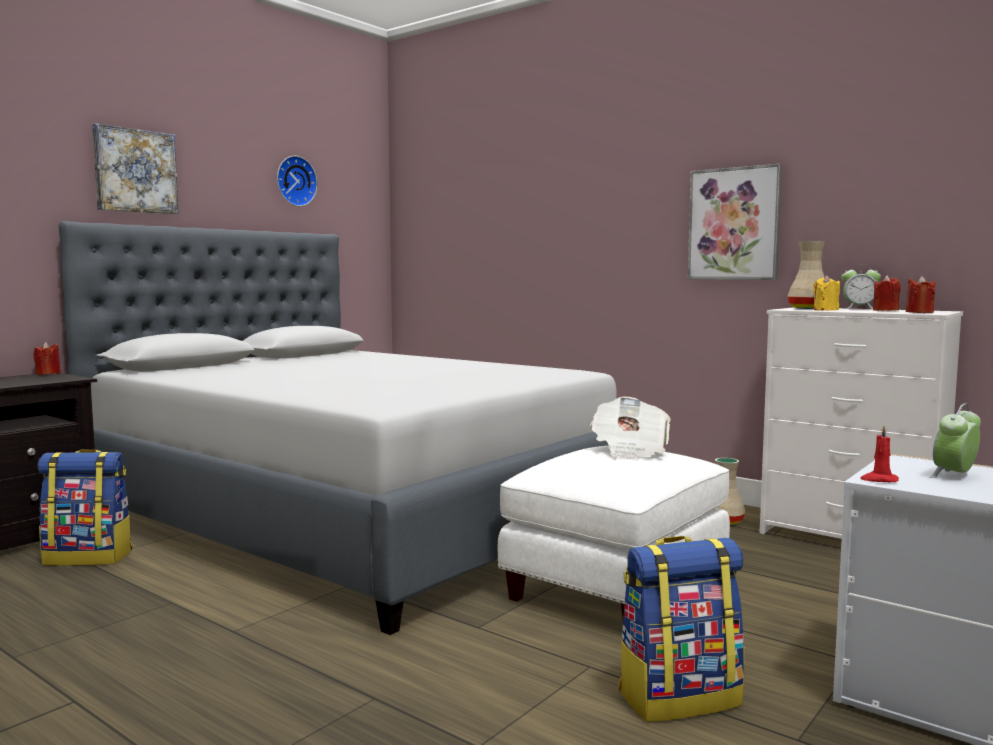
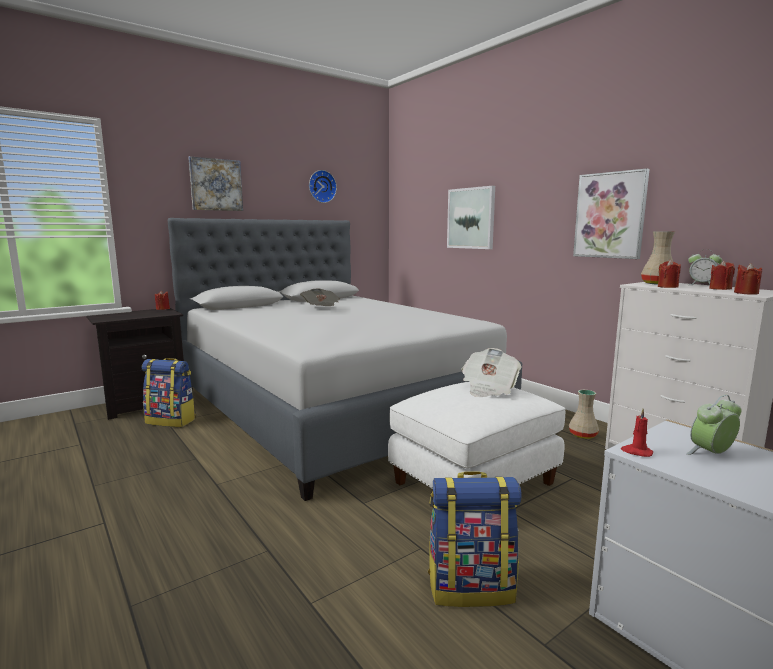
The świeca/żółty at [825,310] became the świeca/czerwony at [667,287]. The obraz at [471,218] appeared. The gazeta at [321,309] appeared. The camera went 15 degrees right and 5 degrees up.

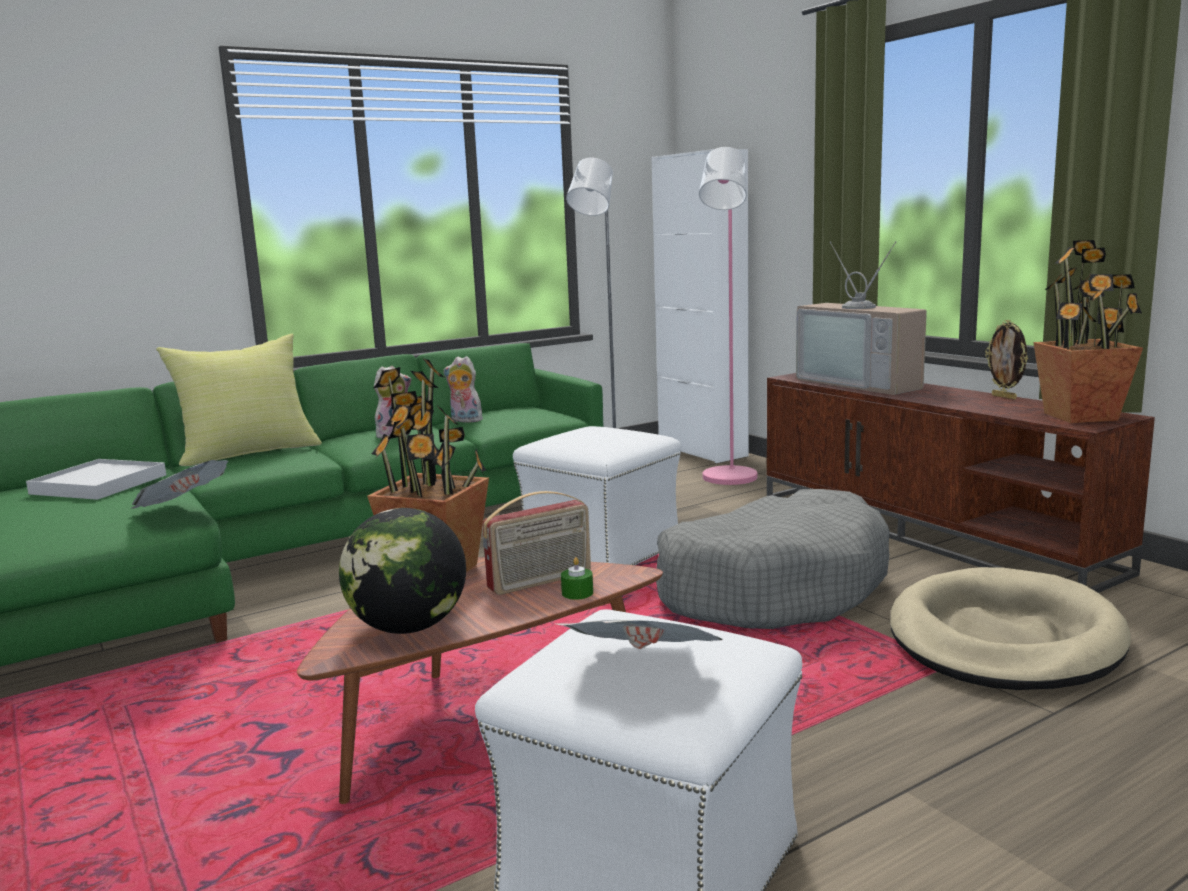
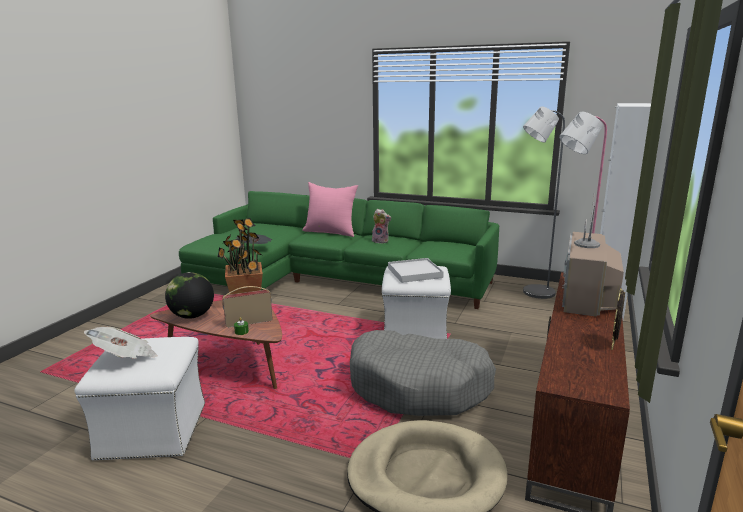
The roślina doniczkowa at [1081,417] disappeared. The poduszka/żółty at [249,452] became the poduszka/różowy at [331,232]. The pluszak at [464,421] disappeared. The taca/biały moved from [99,484] to [415,273]. The radio at [541,582] turned 135 degrees clockwise. The camera went 55 degrees right and 5 degrees up.

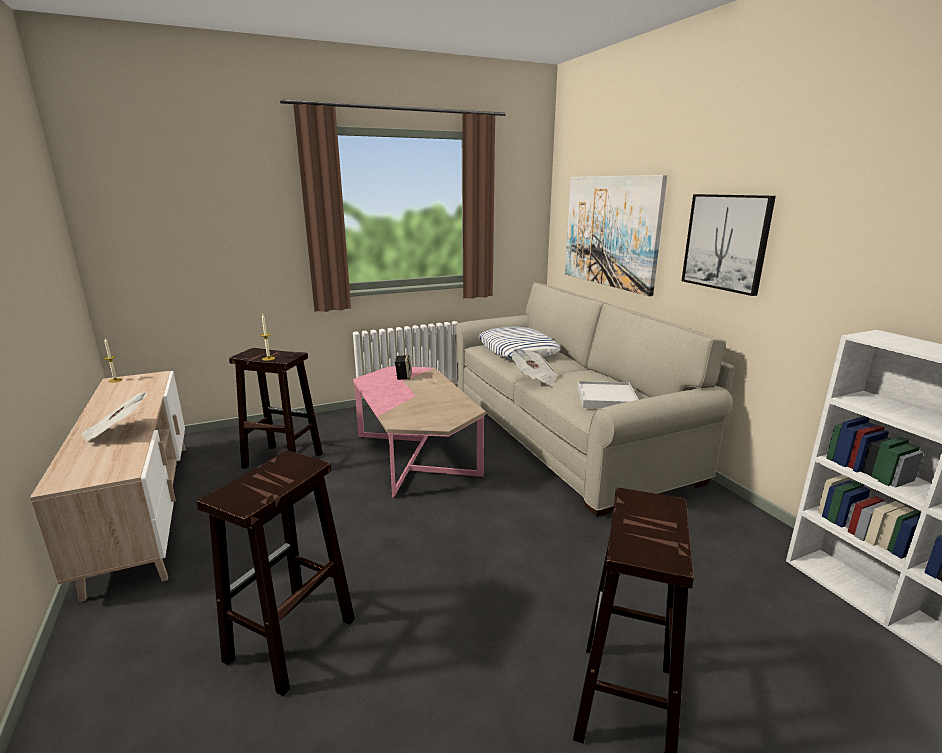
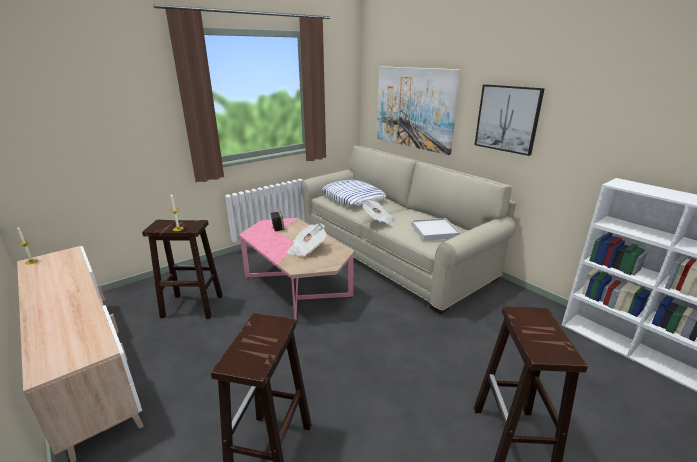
The gazeta moved from [117,432] to [307,249]. The camera went 15 degrees left and 5 degrees up.

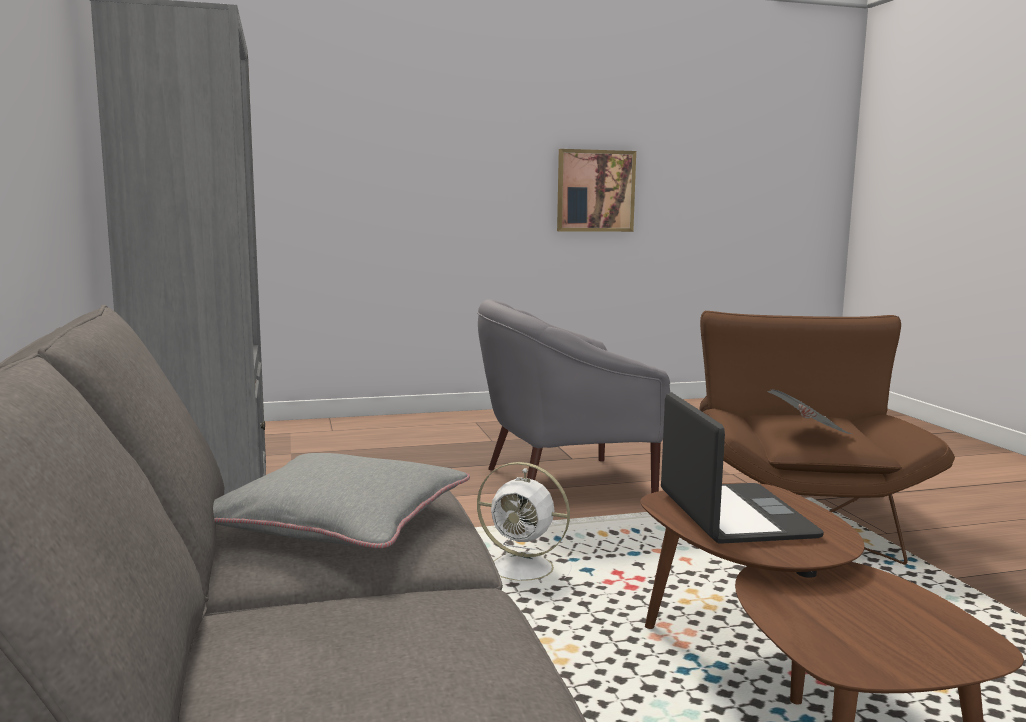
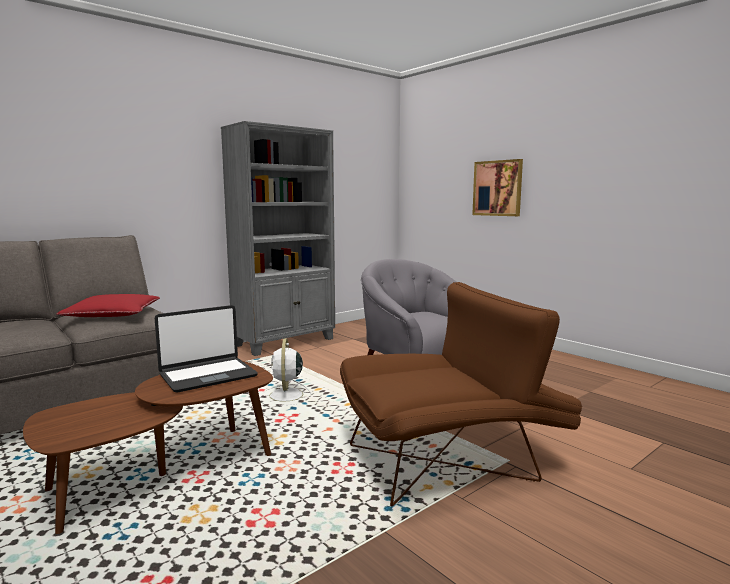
The obraz moved from [595,191] to [497,188]. The gazeta at [808,433] disappeared. The poduszka/szary at [340,519] became the poduszka/czerwony at [113,314]. The camera went 65 degrees right and 0 degrees up.

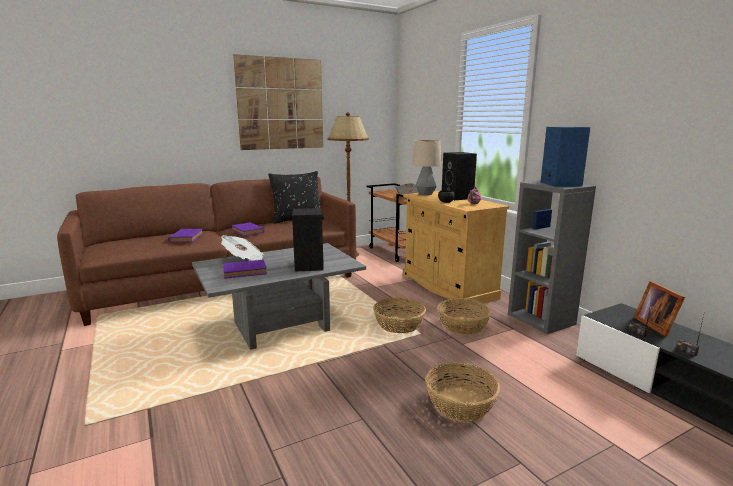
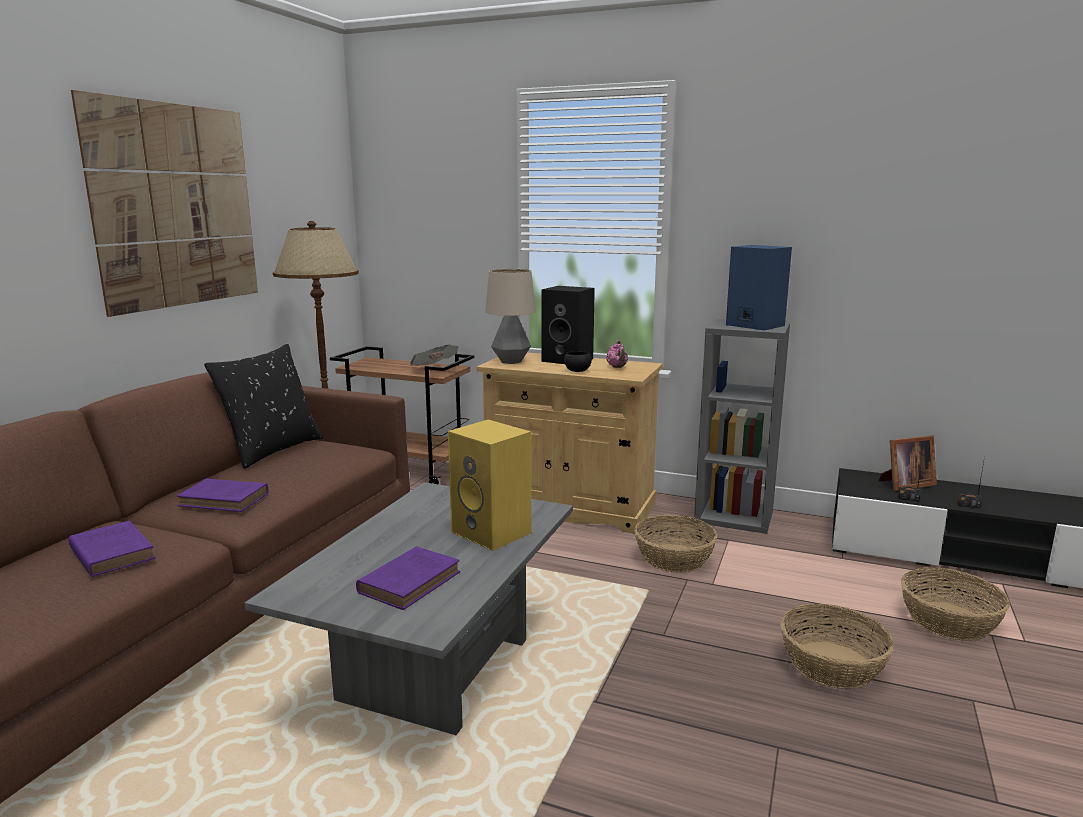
The głośnik/czarny at [310,266] became the głośnik/żółty at [493,532]. The gazeta at [244,260] disappeared. The ramka na zdjęcie at [656,325] turned 60 degrees counterclockwise. The koszyk moved from [399,325] to [949,621]. The camera went 40 degrees left and 0 degrees up.

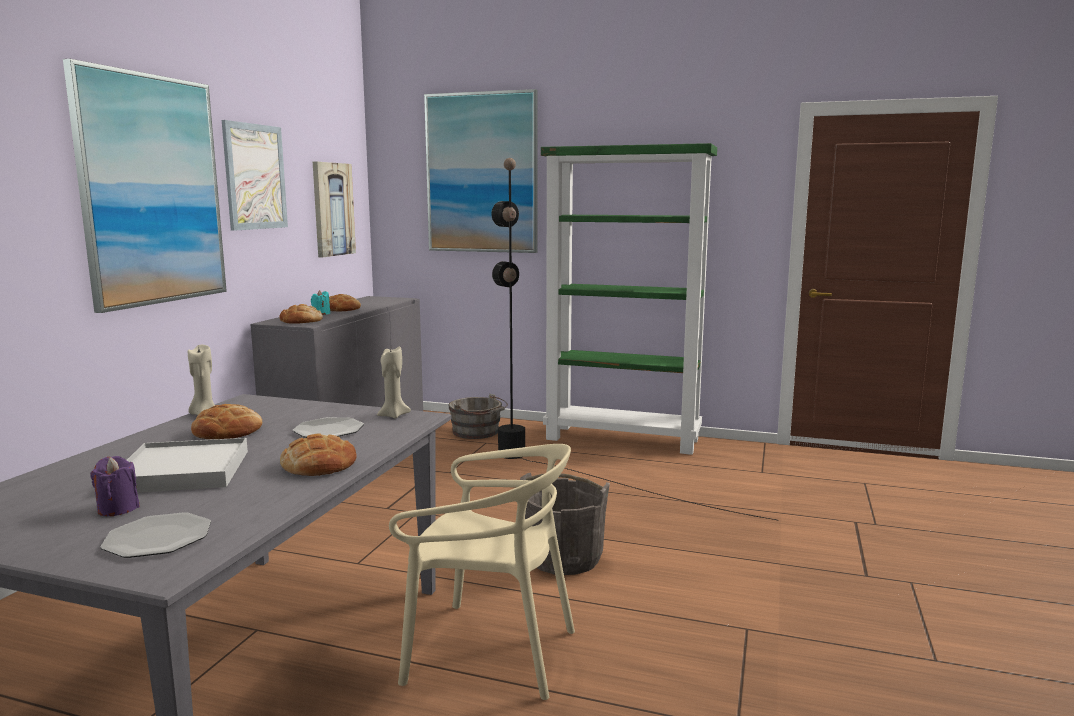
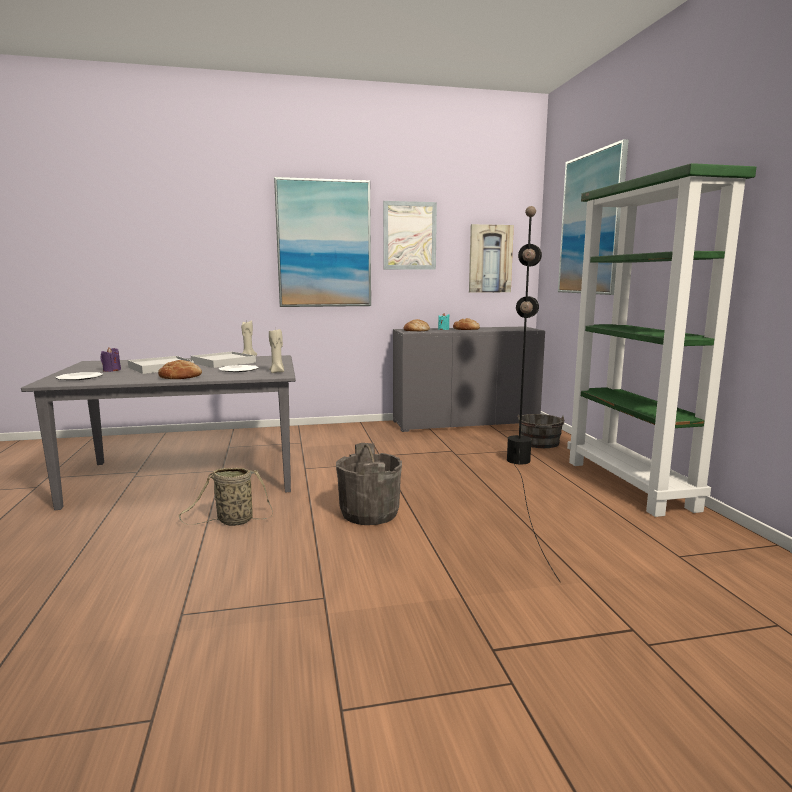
The chleb at [228,431] was replaced by the taca/biały at [223,362]. The krzesło/beżowy at [490,652] was replaced by the koszyk at [232,521]. The camera went 60 degrees right and 0 degrees up.

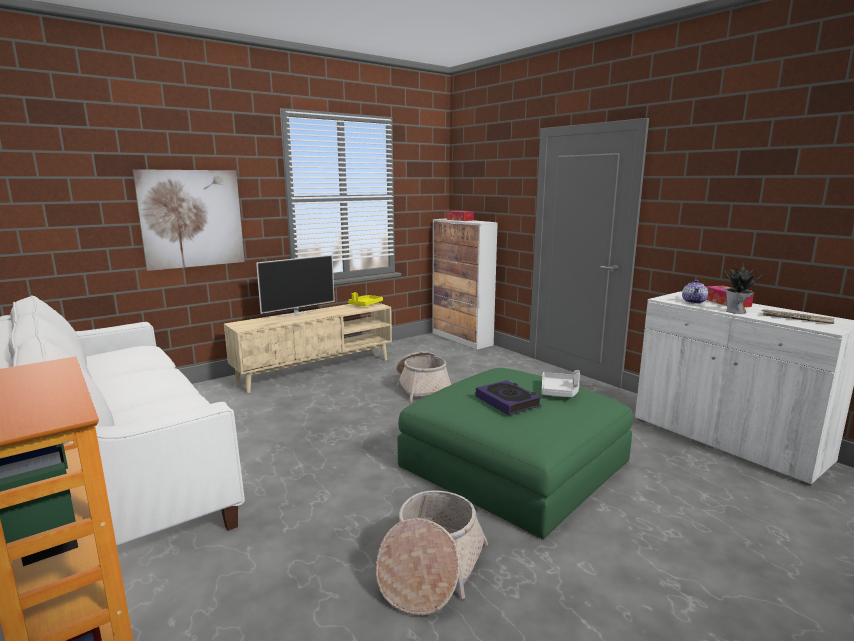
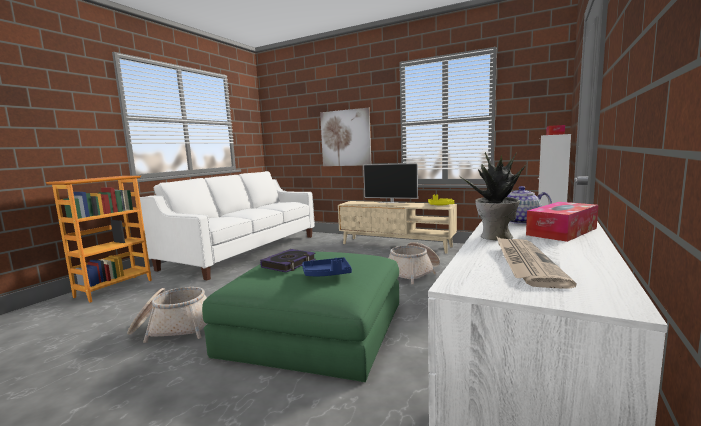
The taca/szary at [560,391] became the taca/niebieski at [327,274]. The camera went 65 degrees right and 5 degrees down.

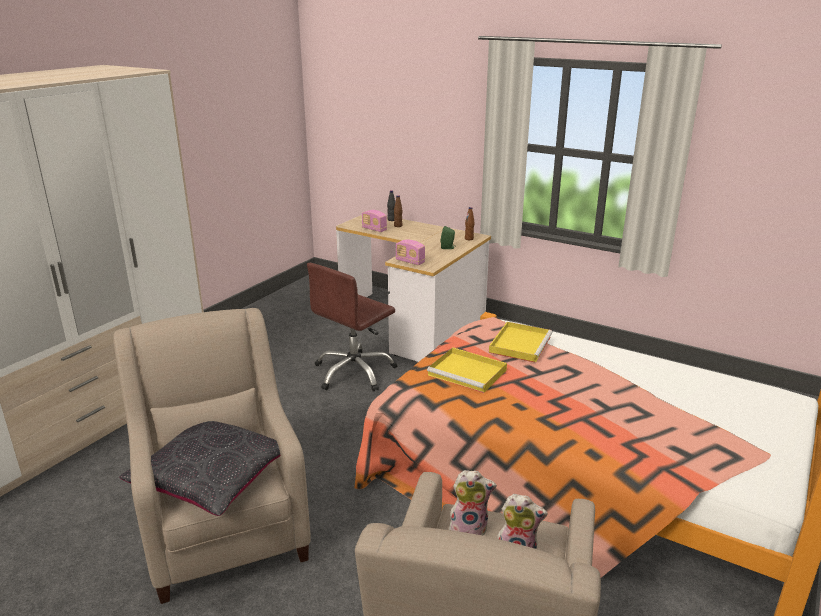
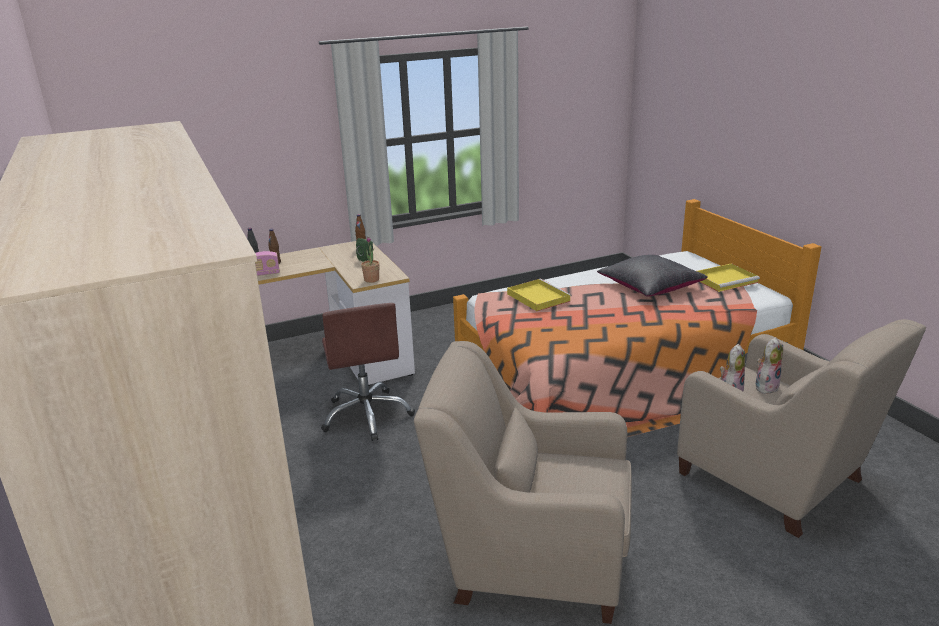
The radio at [410,262] was replaced by the roślina doniczkowa at [371,280]. The taca/żółty moved from [468,373] to [725,280]. The poduszka/czarny moved from [211,479] to [650,287]. The camera went 55 degrees left and 0 degrees up.

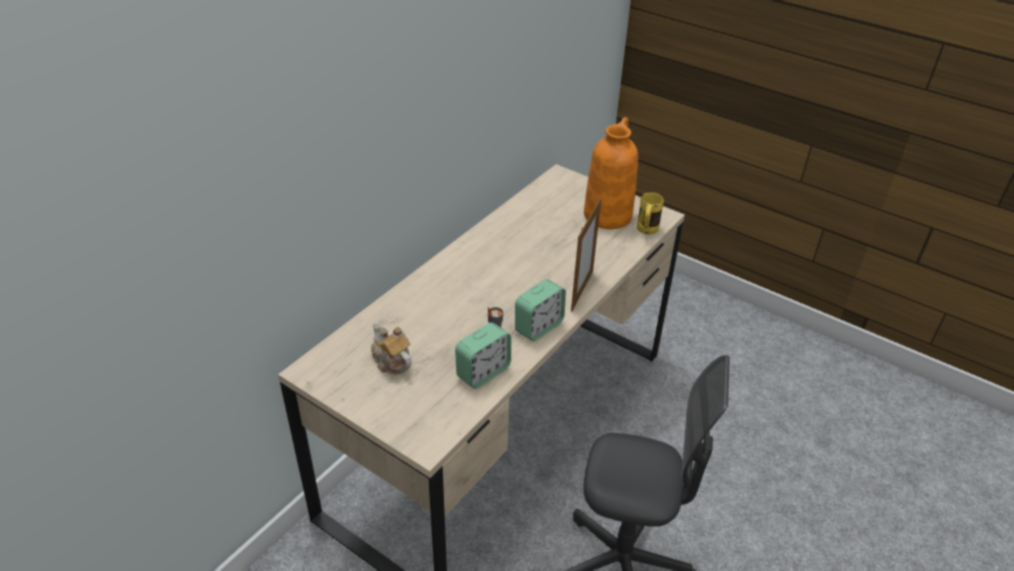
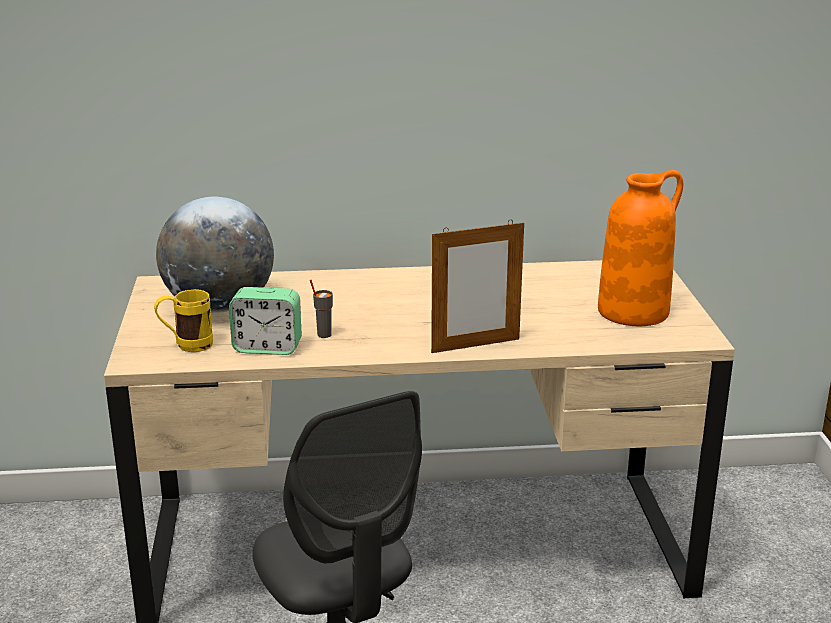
The kubek/żółty moved from [646,231] to [186,346]. The budzik at [538,327] disappeared. The imbryk at [391,361] was replaced by the globus at [219,307]. The camera went 50 degrees right and 15 degrees down.

